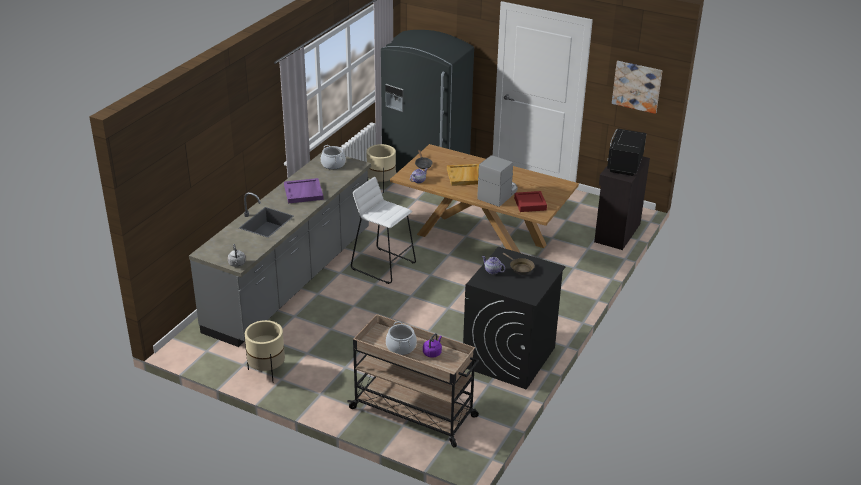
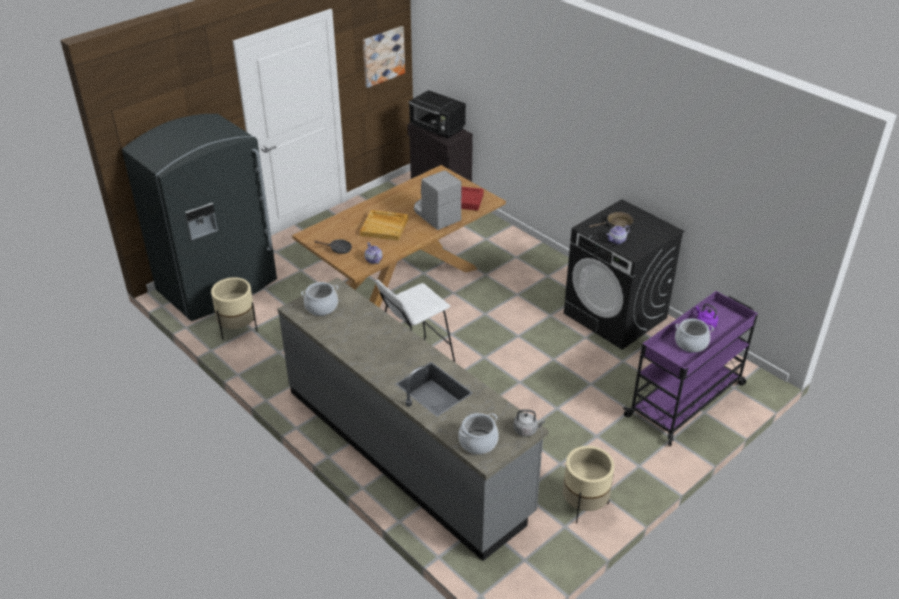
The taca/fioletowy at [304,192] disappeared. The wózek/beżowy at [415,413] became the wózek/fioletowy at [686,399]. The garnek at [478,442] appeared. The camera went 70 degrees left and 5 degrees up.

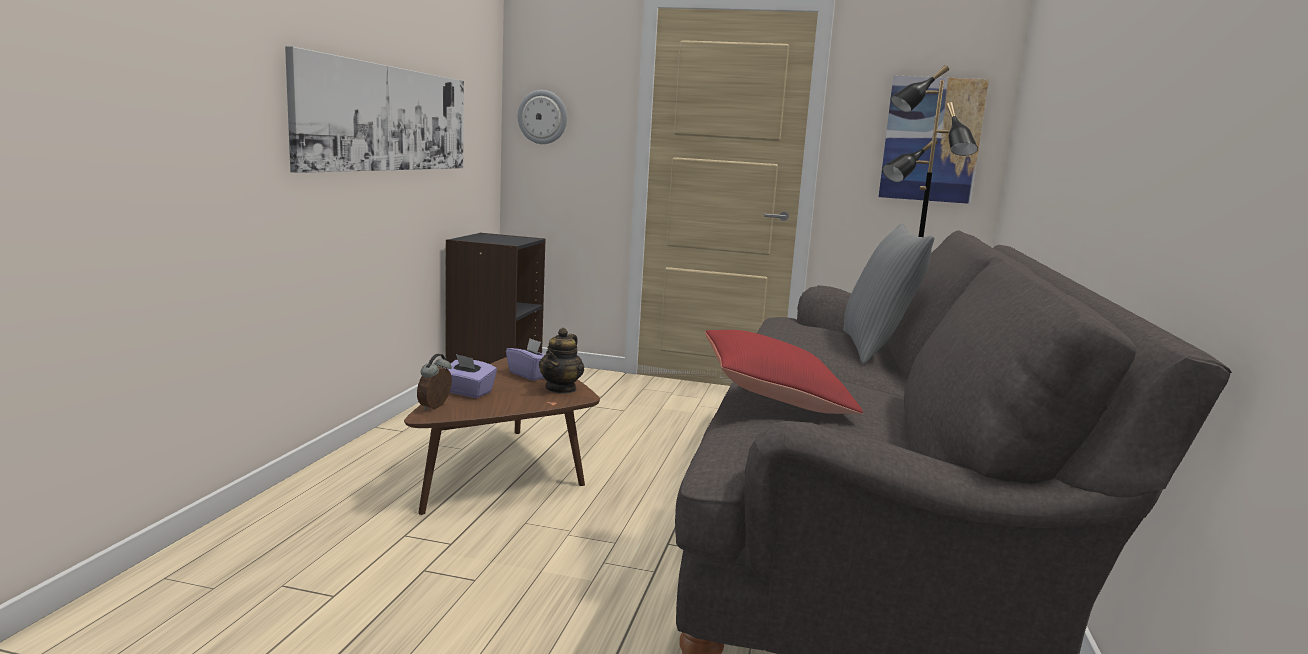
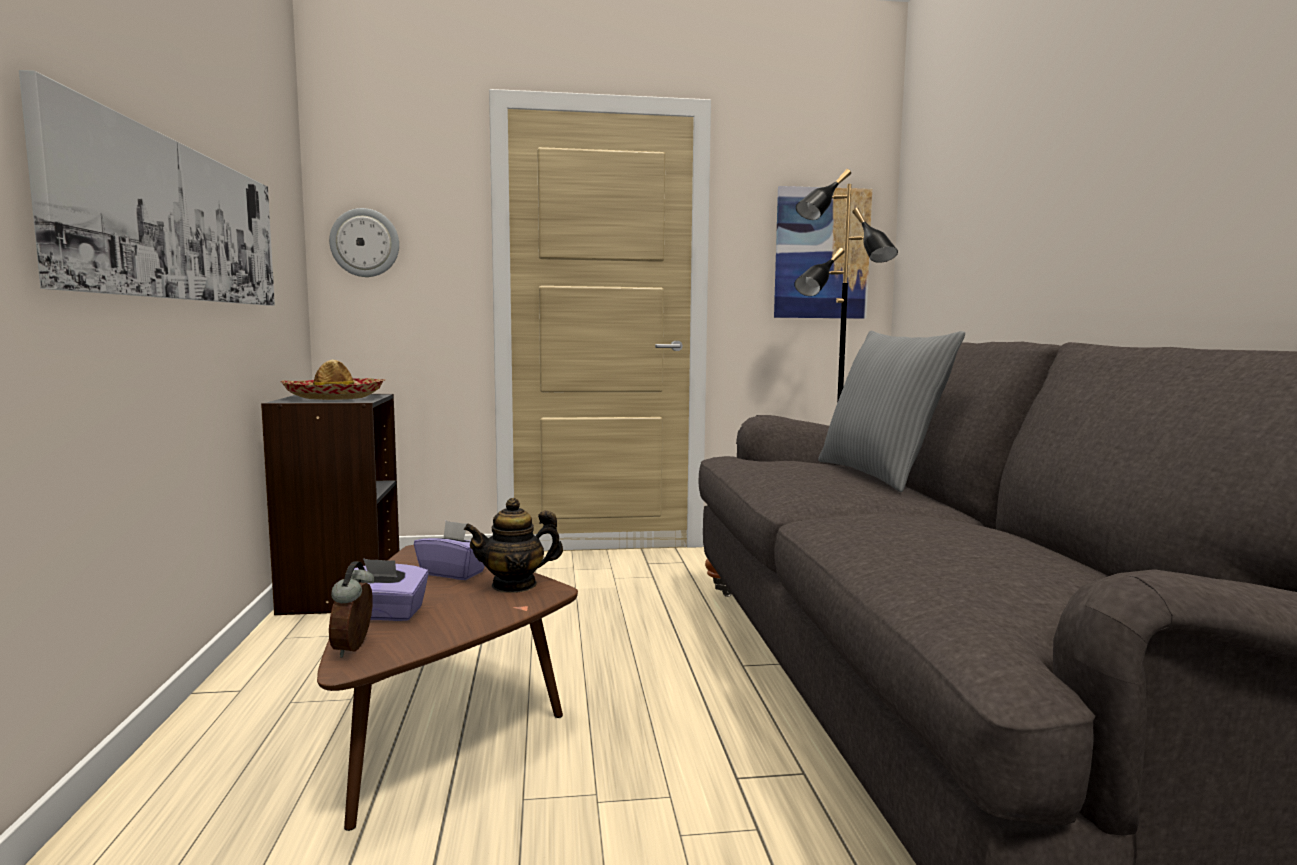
The imbryk at [561,389] turned 75 degrees clockwise. The poduszka/czerwony at [775,397] disappeared. The kapelusz at [335,397] appeared. The camera went 20 degrees left and 5 degrees down.

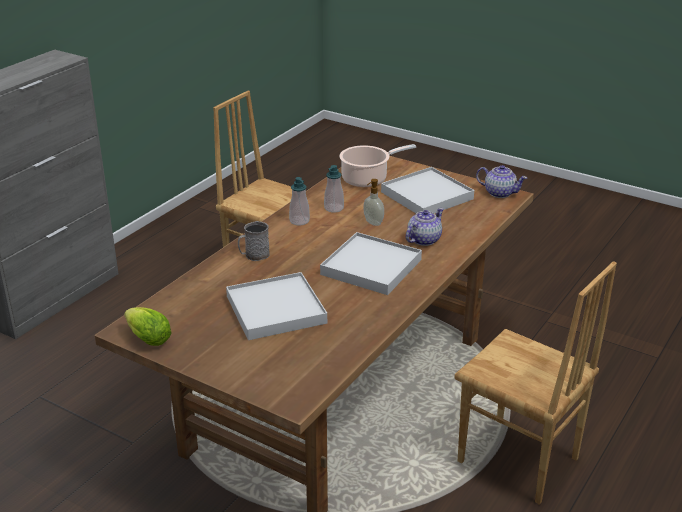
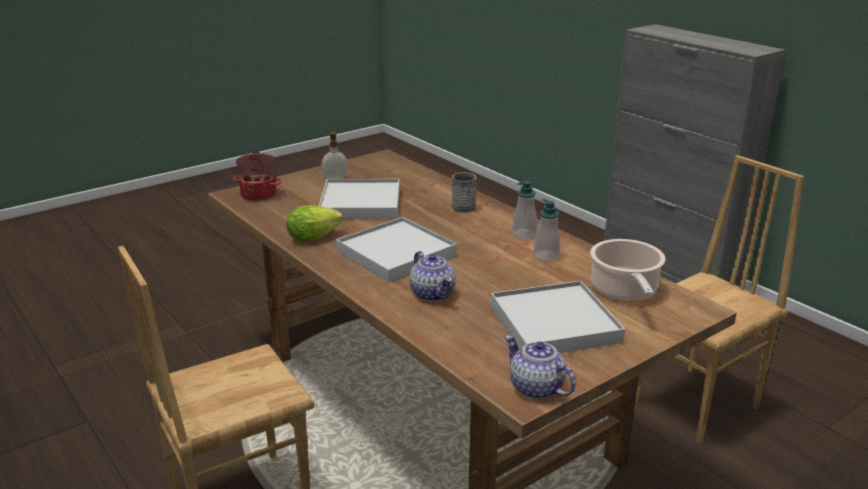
The imbryk at [499,193] turned 90 degrees clockwise. The dozownik mydła moved from [372,223] to [335,179]. The sałata moved from [146,338] to [316,237]. The garnek at [259,194] appeared. The camera went 110 degrees right and 5 degrees down.

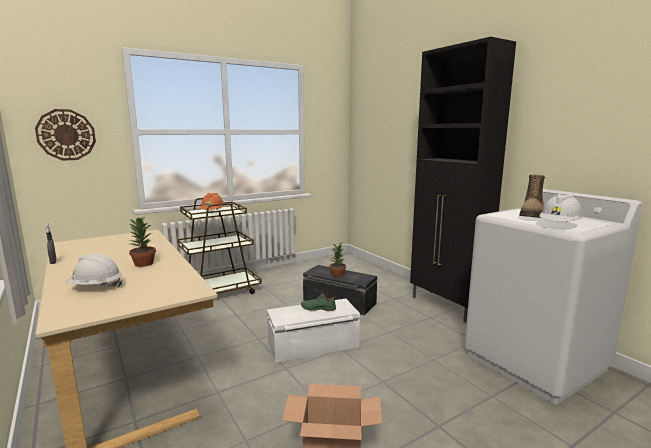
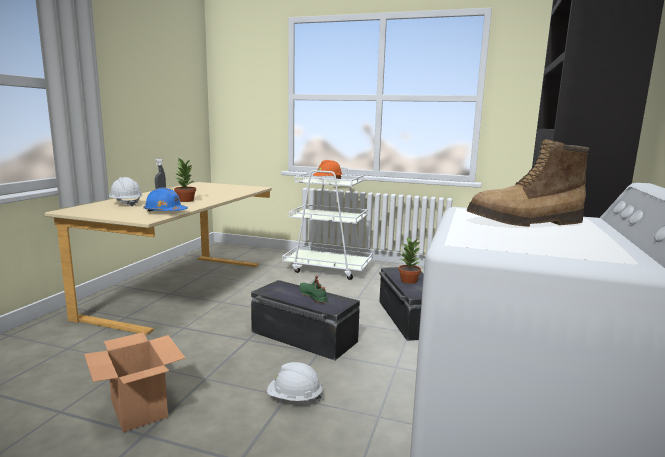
The zegar ścienny at [66,135] disappeared. The kask/biały moved from [559,225] to [294,398]. The wózek/brązowy at [219,292] became the wózek/biały at [328,268]. The pojemnik do przechowywania/biały at [313,345] became the pojemnik do przechowywania/czarny at [303,337]. The kask/niebieski at [165,212] appeared. The camera went 50 degrees right and 0 degrees up.

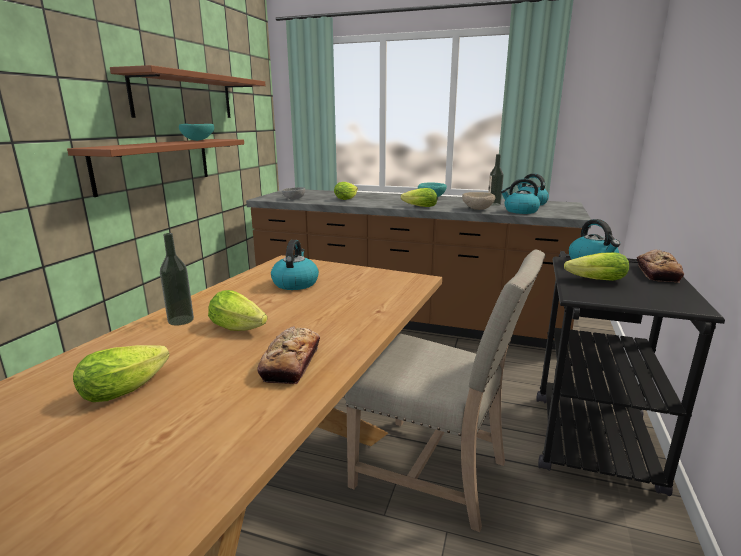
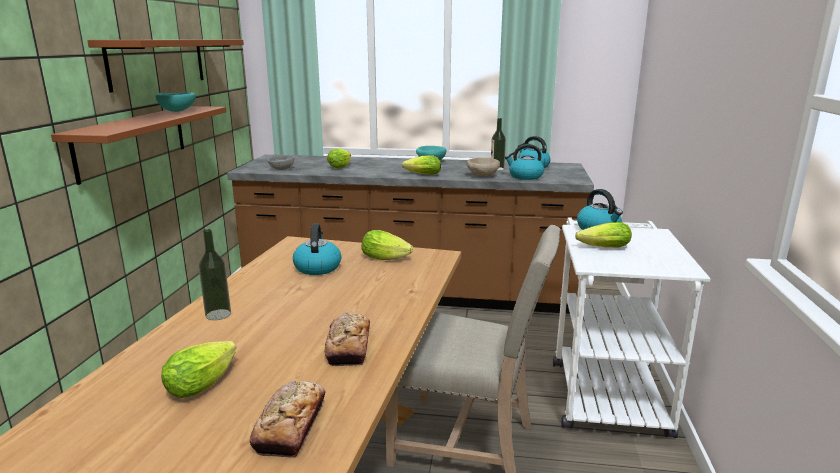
The chleb moved from [657,273] to [290,425]. The wózek/czarny at [591,432] became the wózek/biały at [605,389]. The sałata moved from [240,328] to [387,258]. The camera went 10 degrees left and 0 degrees up.

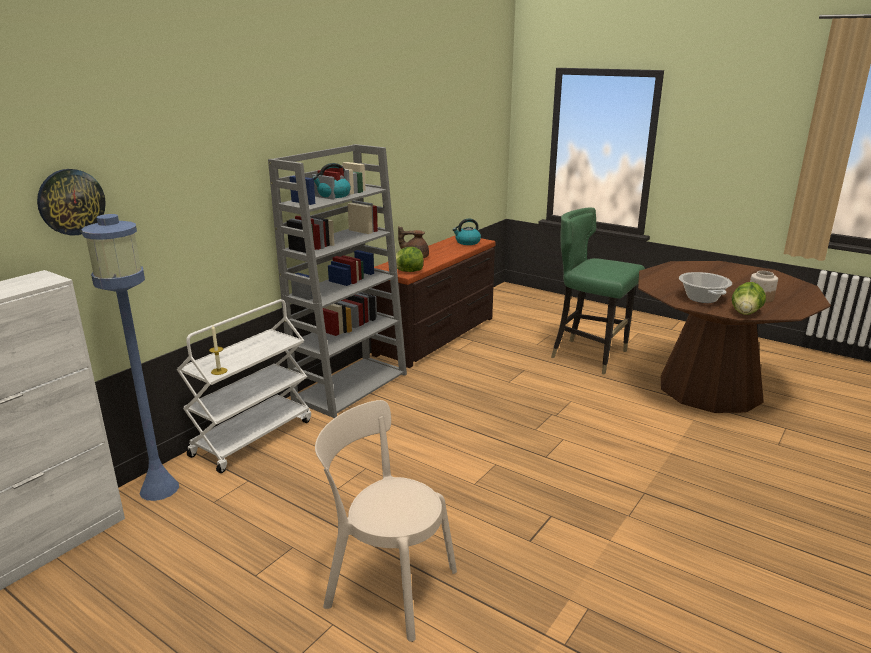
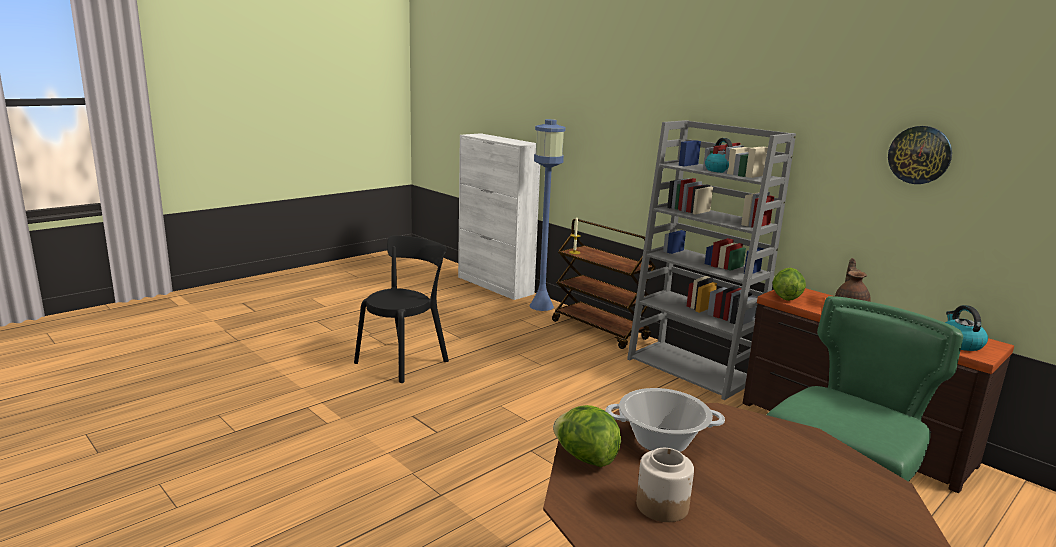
The zegar ścienny moved from [71,202] to [919,155]. The wózek/biały at [252,437] became the wózek/brązowy at [600,330]. The krzesło/beżowy at [386,585] became the krzesło/czarny at [404,360]. The camera went 100 degrees right and 5 degrees down.

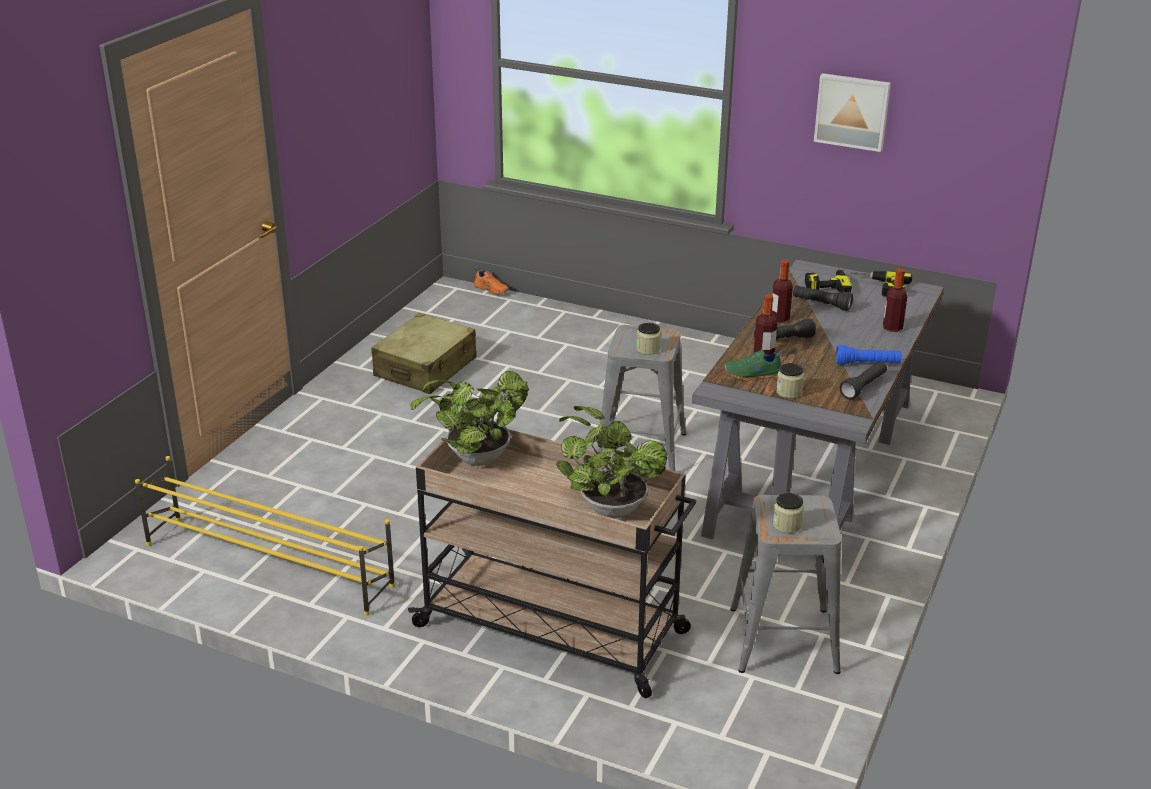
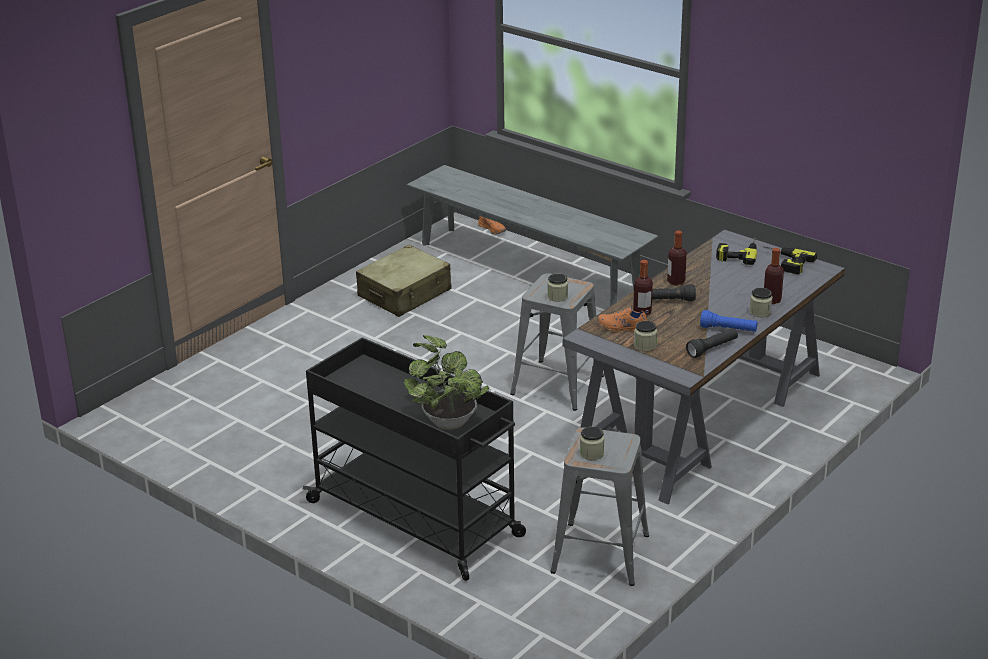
The obraz at [852,111] disappeared. The latarka/czarny at [821,304] disappeared. The but/zielony at [753,375] became the but/pomarańczowy at [623,328]. The roślina doniczkowa at [474,459] disappeared. The wózek/beżowy at [554,630] became the wózek/czarny at [416,520]. The regał na buty/żółty at [267,564] disappeared. The ławka/szary at [528,269] appeared. The słoik at [760,312] appeared. The camera went 15 degrees right and 0 degrees up.

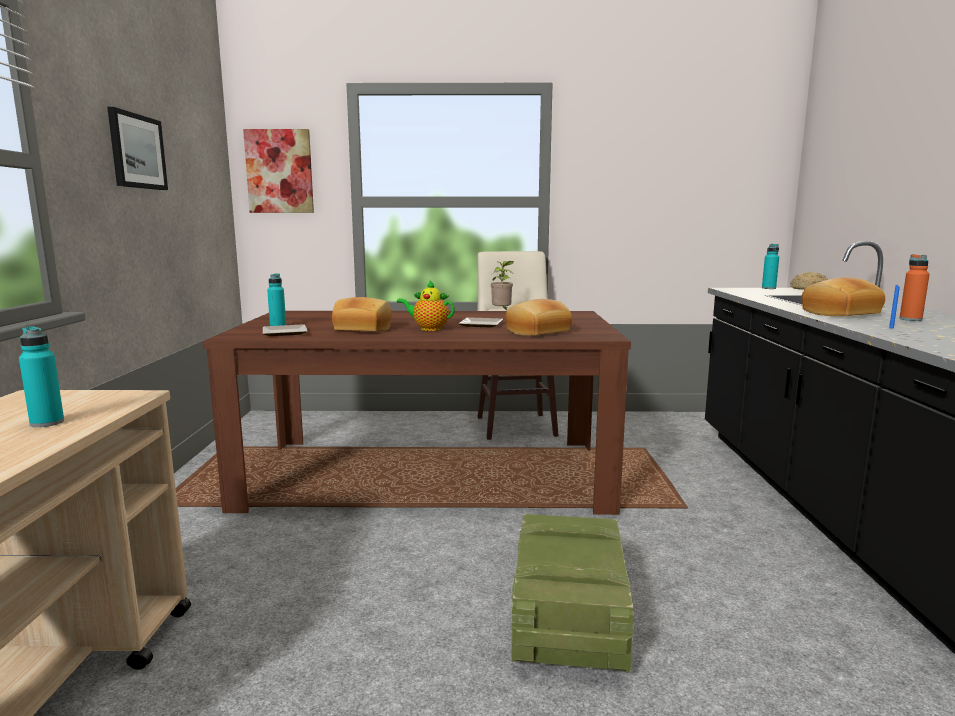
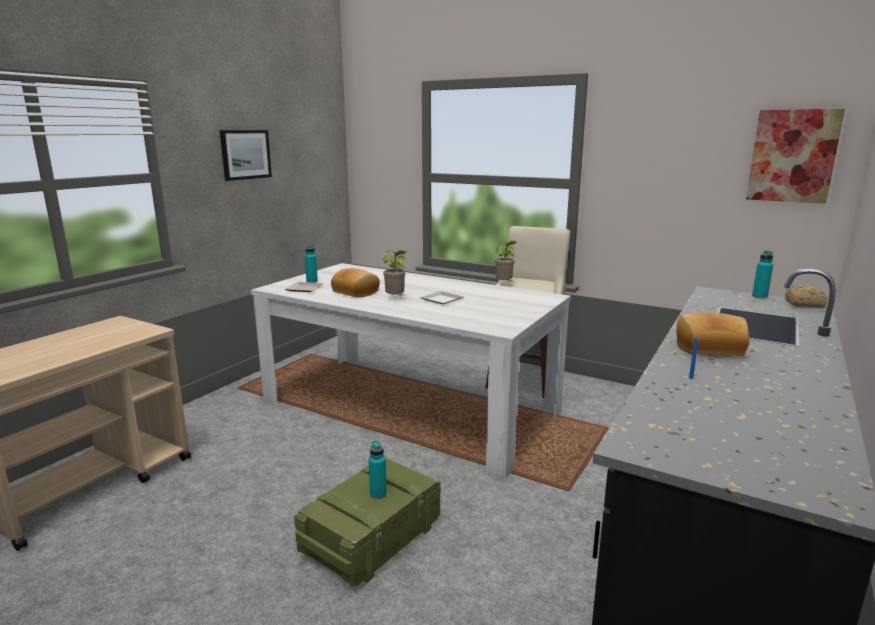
The obraz moved from [279,171] to [792,156]. The butelka/pomarańczowy at [910,319] disappeared. The imbryk at [428,329] was replaced by the roślina doniczkowa at [396,299]. The chleb at [539,332] disappeared. The stół jadalny/brązowy at [428,474] became the stół jadalny/biały at [409,406]. The butelka/turkusowy moved from [47,423] to [378,494]. The camera went 30 degrees right and 5 degrees up.

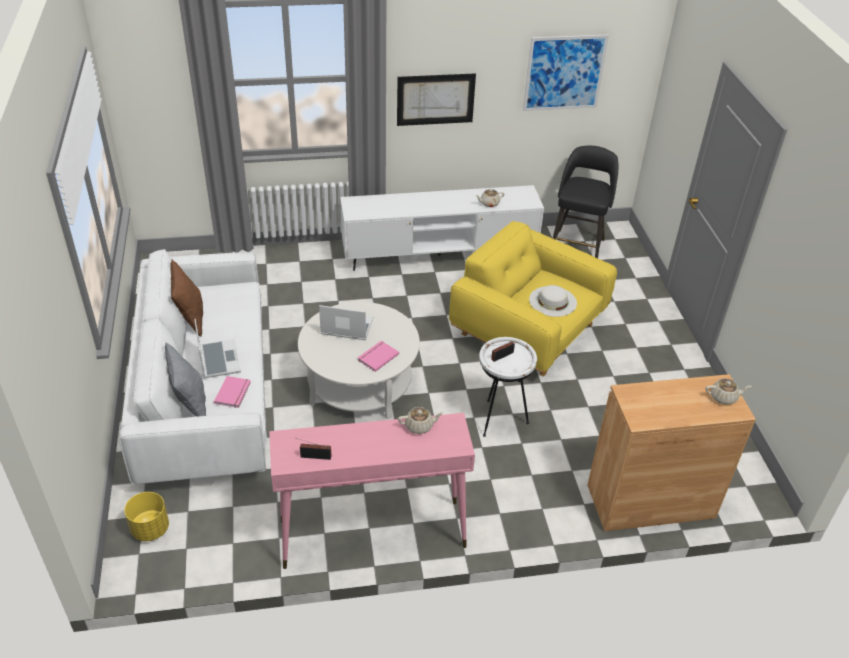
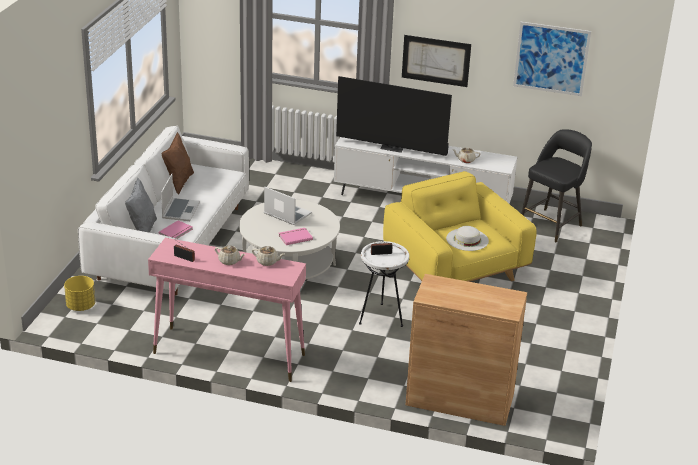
The imbryk/beżowy moved from [724,397] to [229,261]. The telewizor at [393,147] appeared. The camera went 25 degrees right and 10 degrees down.

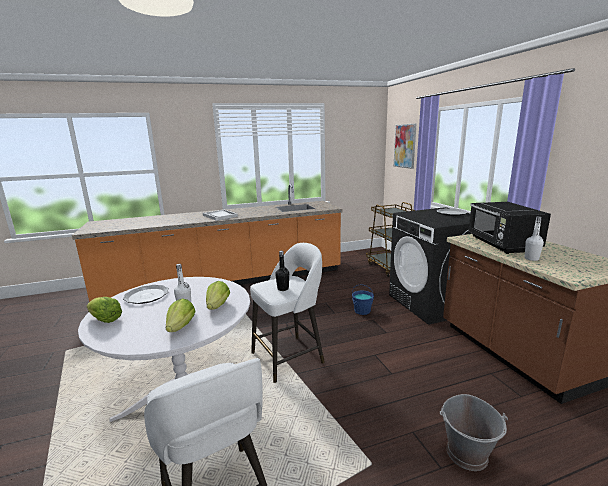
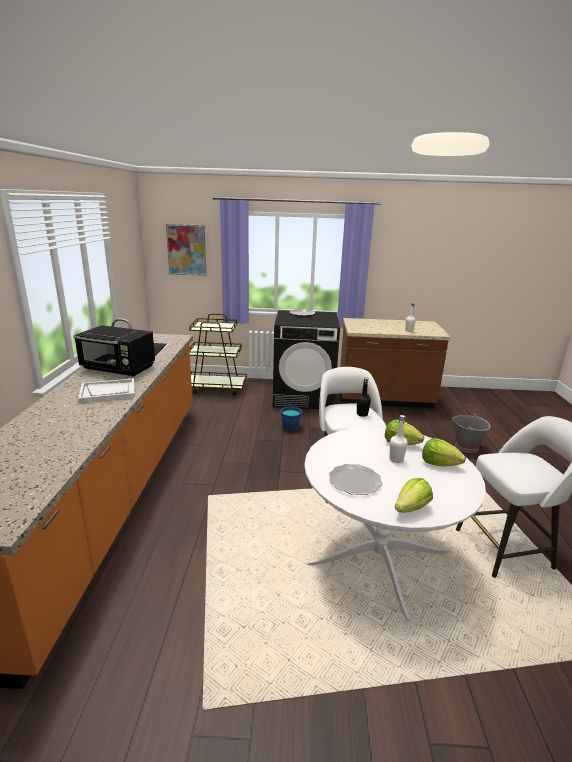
The mikrofalówka/czarny moved from [502,245] to [118,369]. The camera went 70 degrees left and 5 degrees up.

